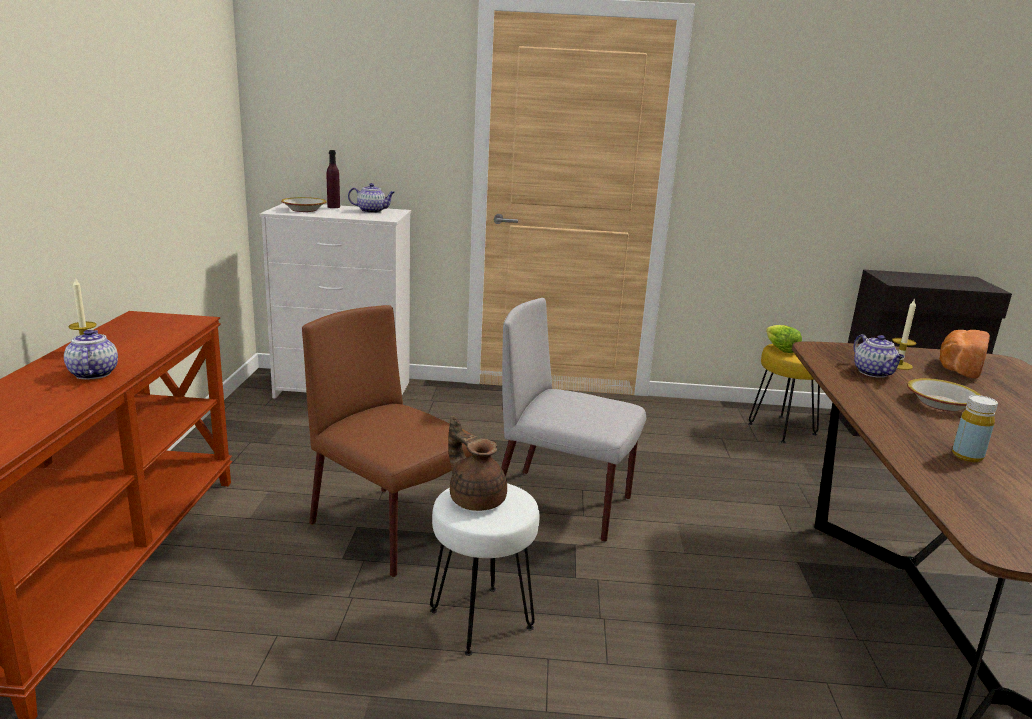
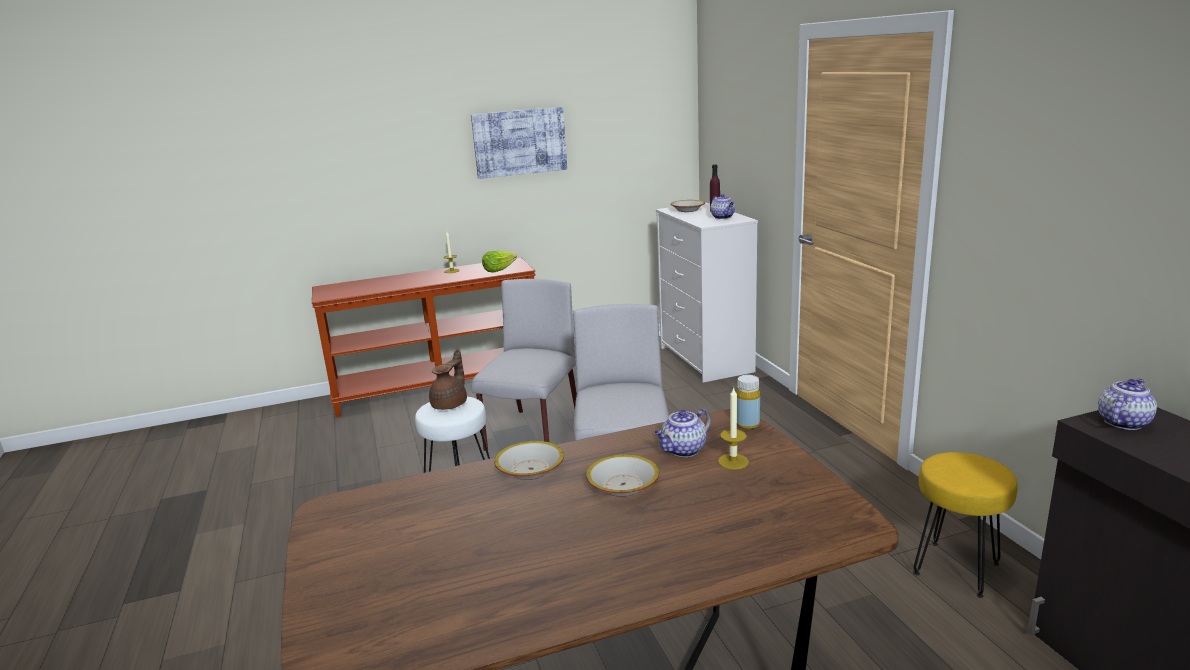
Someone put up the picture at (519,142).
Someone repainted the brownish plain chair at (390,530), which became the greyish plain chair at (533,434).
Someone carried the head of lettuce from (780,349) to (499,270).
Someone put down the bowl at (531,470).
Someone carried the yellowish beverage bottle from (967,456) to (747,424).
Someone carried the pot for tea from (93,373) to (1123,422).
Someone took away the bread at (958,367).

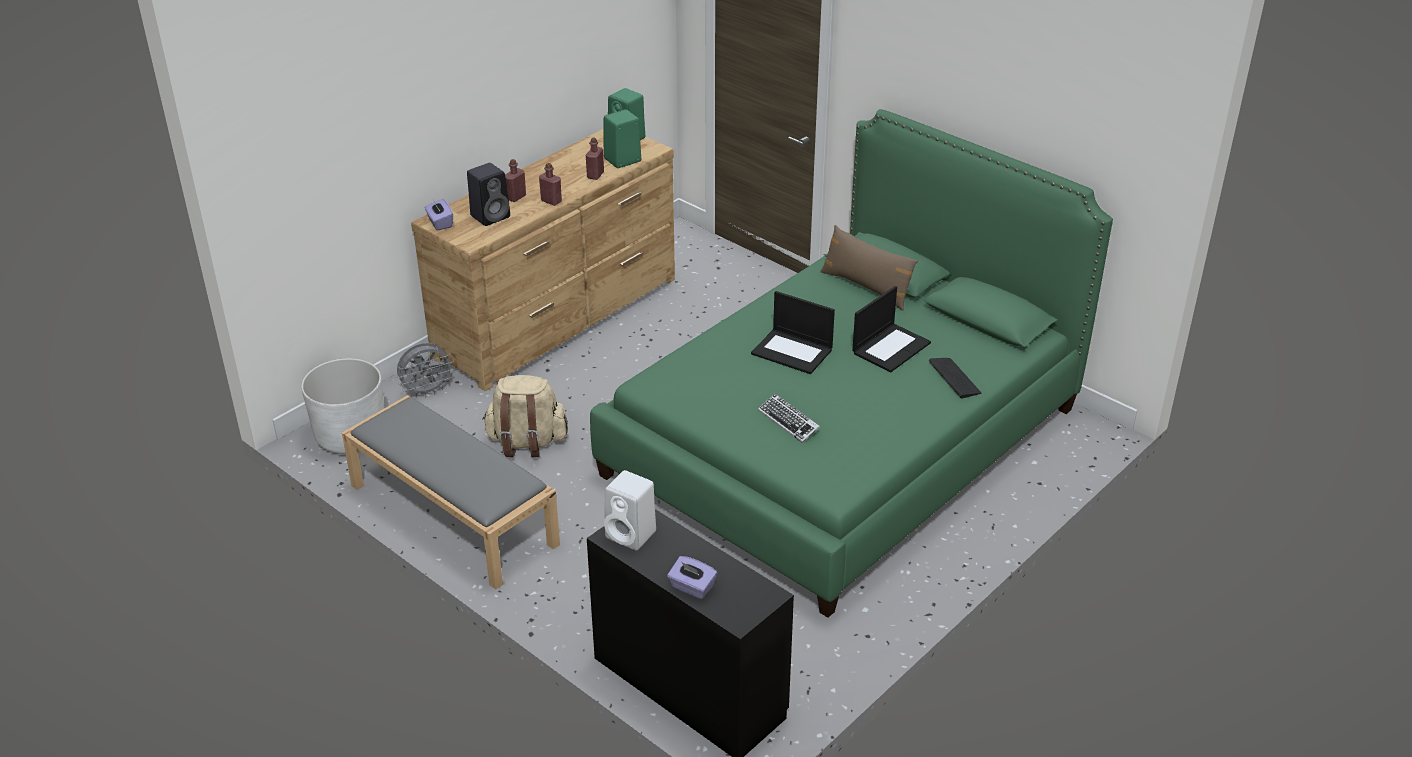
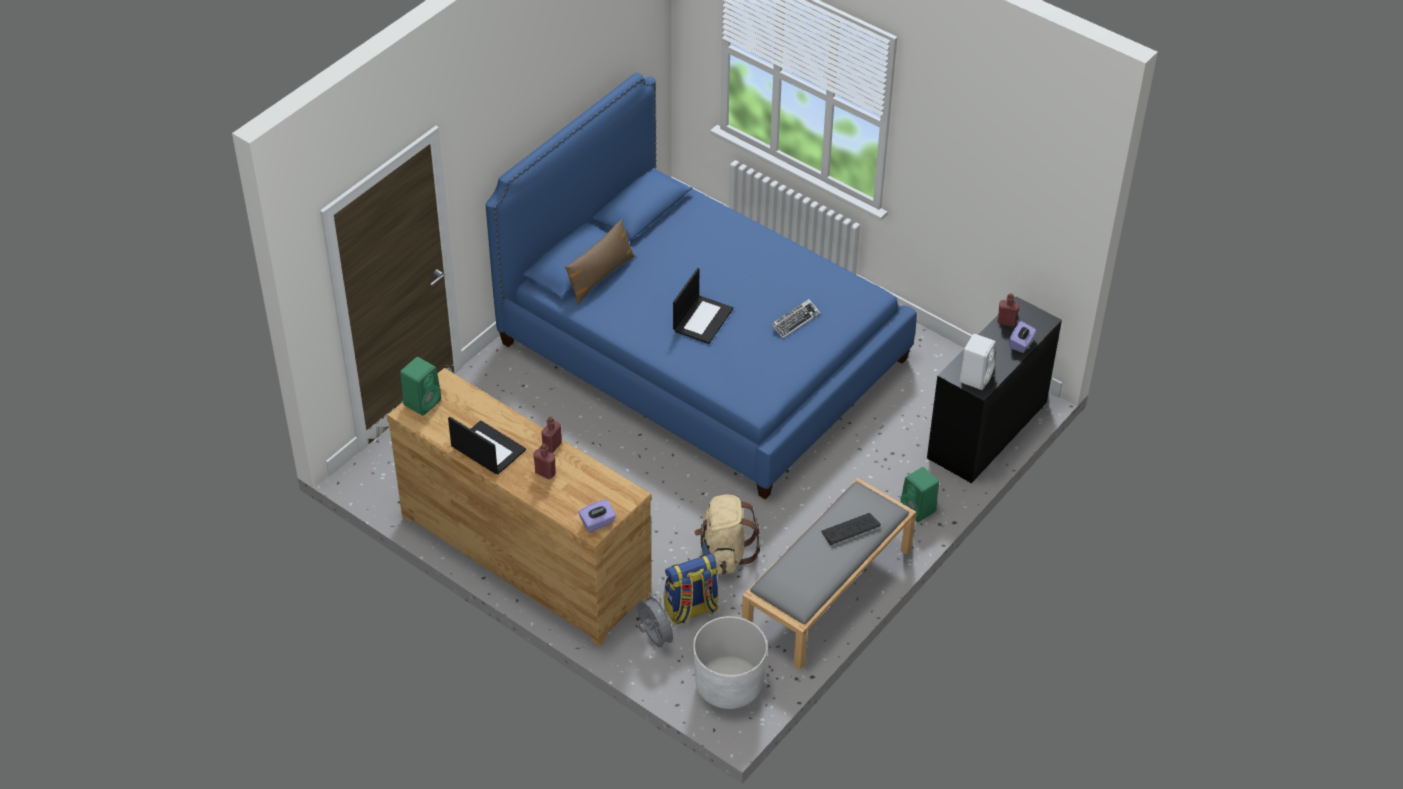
Someone carried the portable computer from (891,347) to (487,449).
Someone repainted the greenish bedroom bed at (842,440), which became the blue bedroom bed at (702,351).
Someone put down the backpack at (691,610).
Someone carried the PC keyboard from (954,378) to (850,529).
Someone carried the greenish speaker from (621,160) to (919,510).
Someone carried the red-coloured beverage bottle from (595,175) to (1006,322).
Someone took away the black speaker at (491,216).

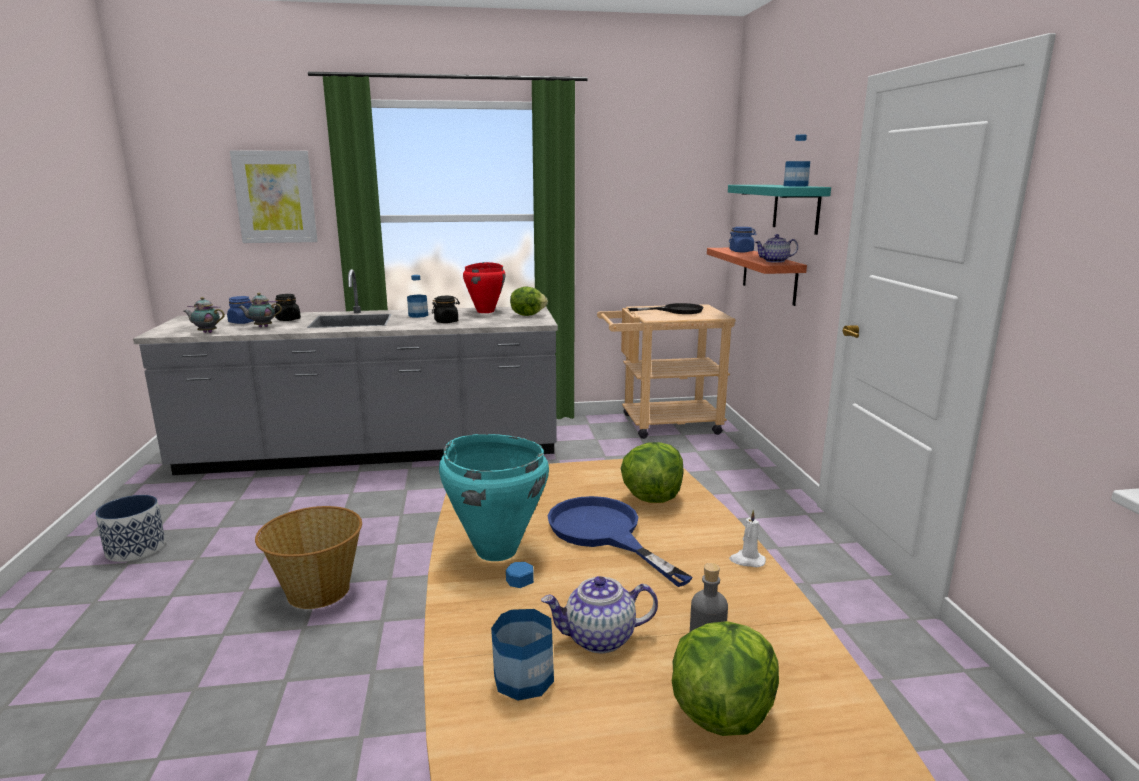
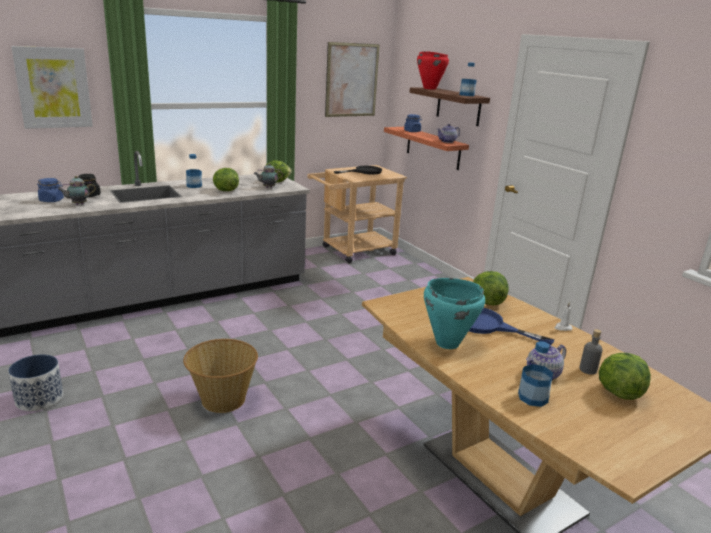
Someone swapped the black preserve jar at (446,321) for the head of lettuce at (225,190).
Someone carried the pot for tea from (206,332) to (268,187).
Someone put up the picture at (352,80).
Someone repainted the blue-green bracket shelf at (796,208), which became the brownish bracket shelf at (458,106).
Someone carried the red-coloured saucepot from (486,311) to (429,88).

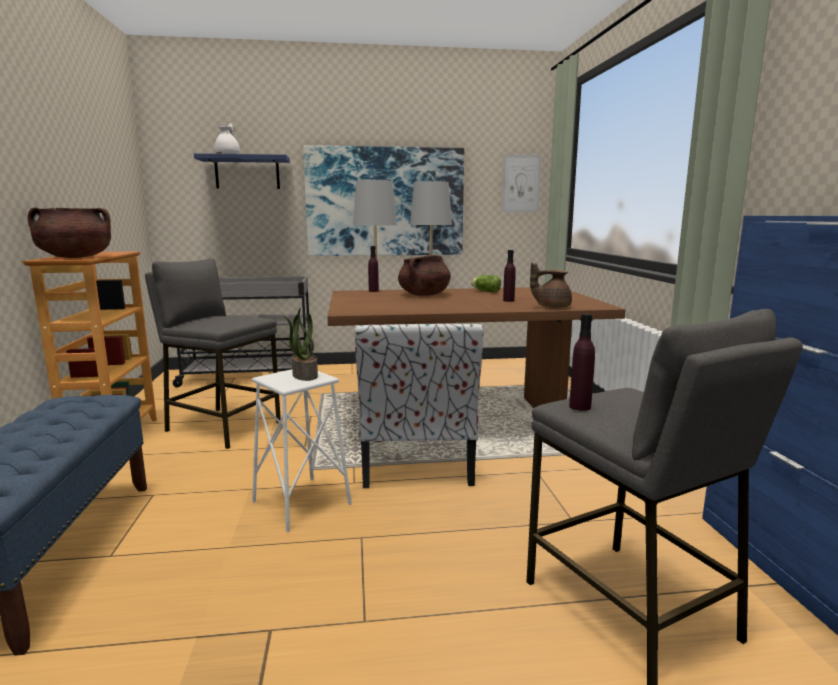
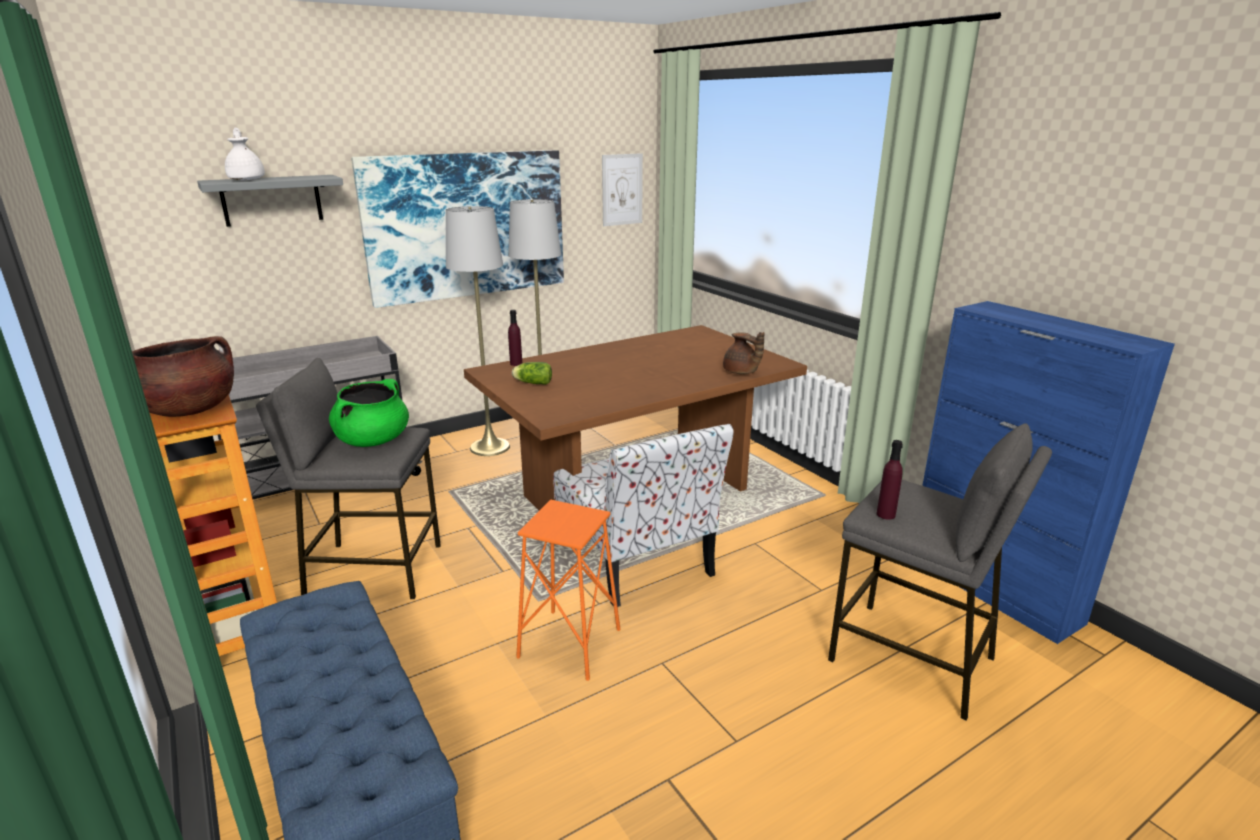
Someone repainted the blue bracket shelf at (247,173), which became the greyish bracket shelf at (272,200).
Someone put down the greenish saucepot at (373,440).
Someone carried the head of lettuce from (485,291) to (532,383).
Someone repainted the white-coloured stool seat at (301,503), which became the orange-coloured stool seat at (569,644).
Someone rotated the brownish pot for tea at (551,307) by 105 degrees counterclockwise.
Someone took away the houseplant at (304,375).
Someone took away the brownish saucepot at (424,295).
Someone took away the purplish beverage bottle at (508,300).

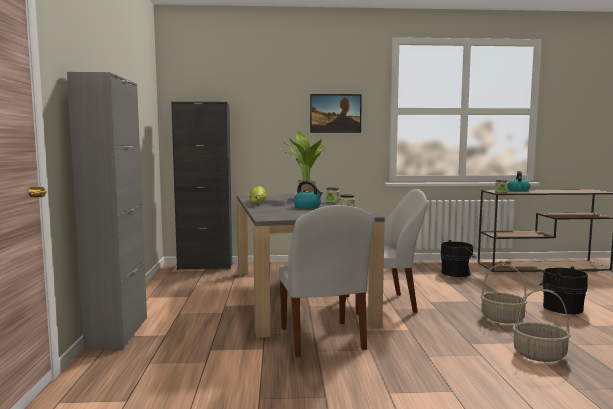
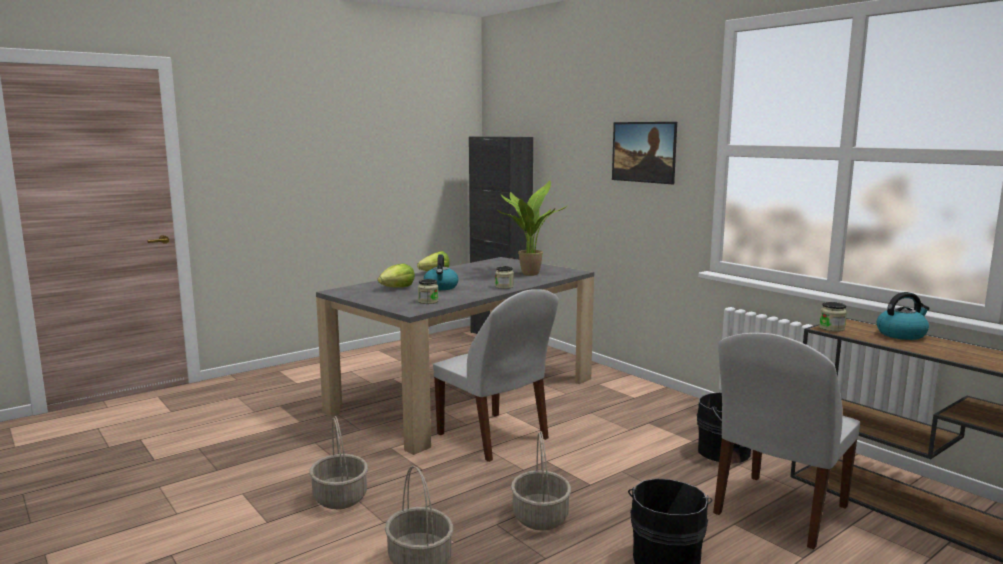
Someone put down the storage basket at (340,498).
Someone put down the head of lettuce at (397,288).
Someone carried the white-coloured plain chair from (322,340) to (778,512).
Someone took away the greyish cupboard at (118,333).

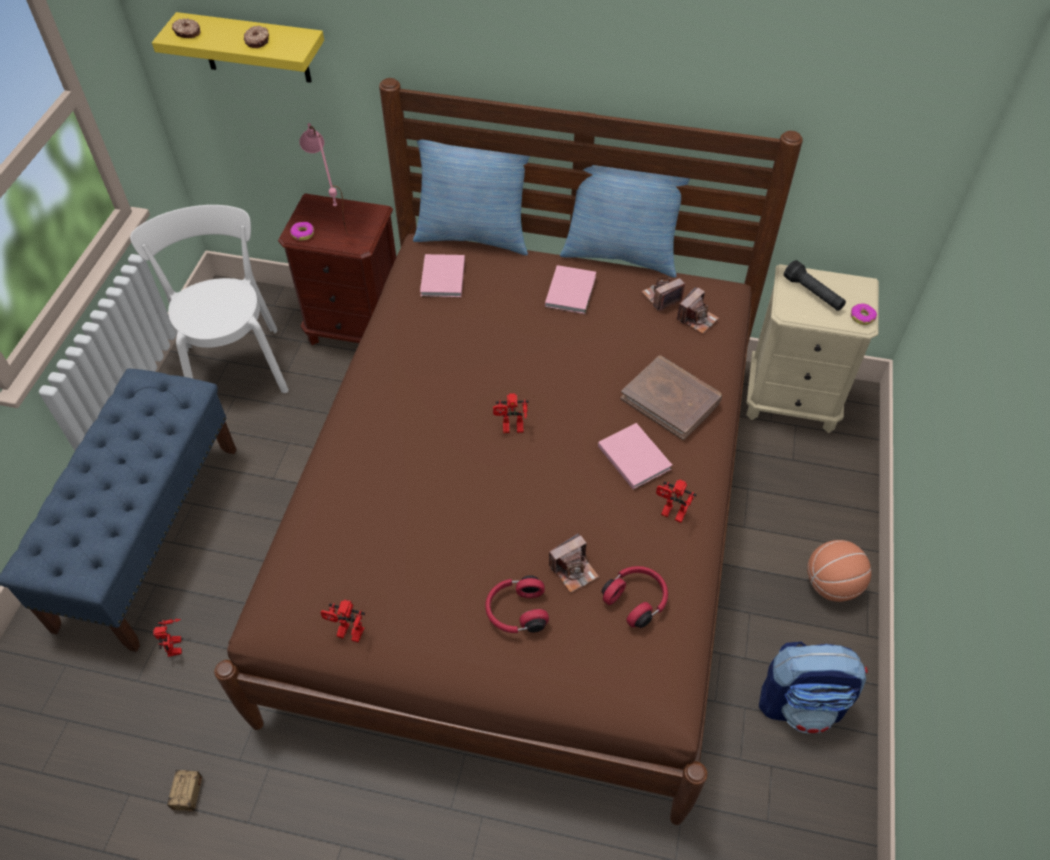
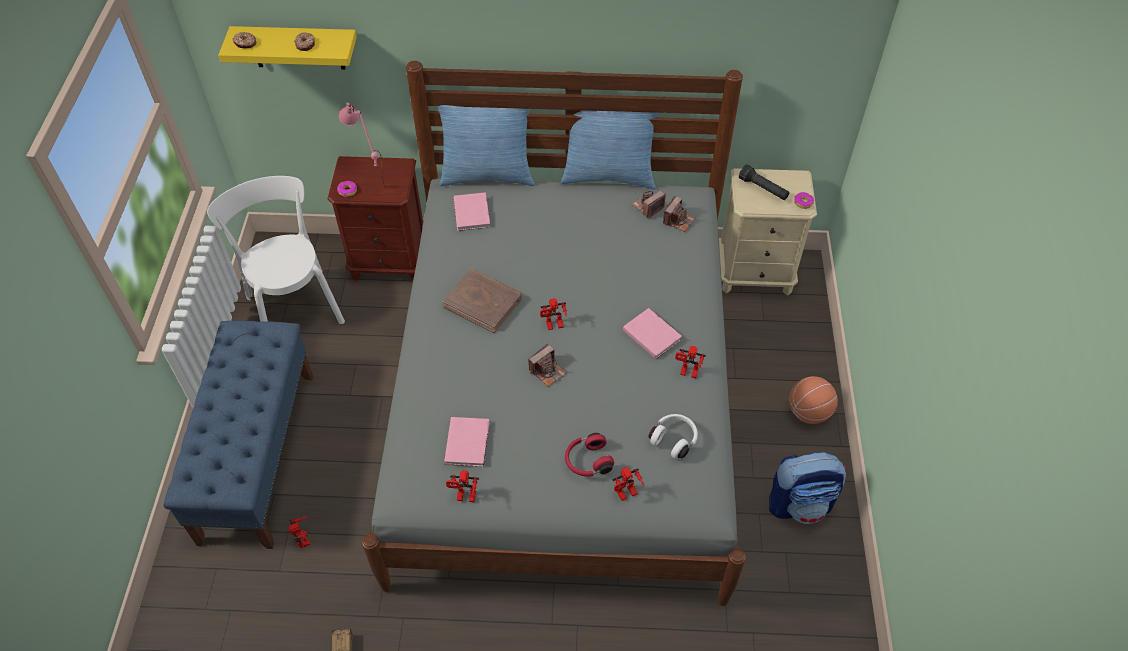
Someone repainted the brownish bedroom bed at (524,526), which became the greyish bedroom bed at (563,403).
Someone carried the brownish volume from (671,399) to (483,302).
Someone carried the pink volume from (572,290) to (468,441).
Someone carried the still camera from (573,570) to (547,371).
Someone put down the model robot at (626,495).
Someone repainted the red-coloured pair of headphones at (636,600), which became the white-coloured pair of headphones at (674,439).

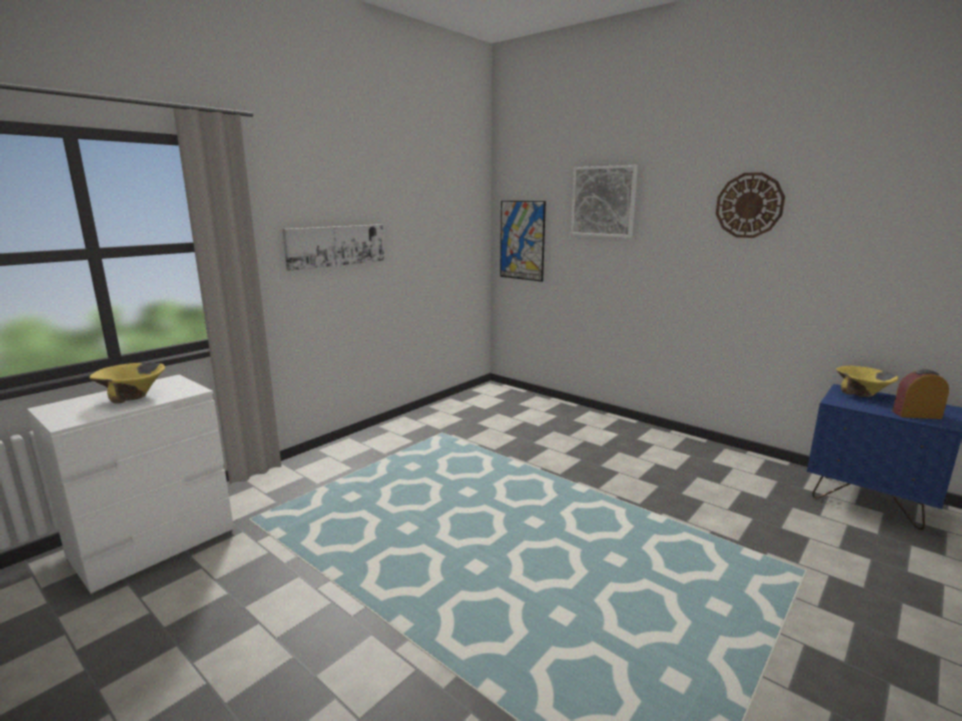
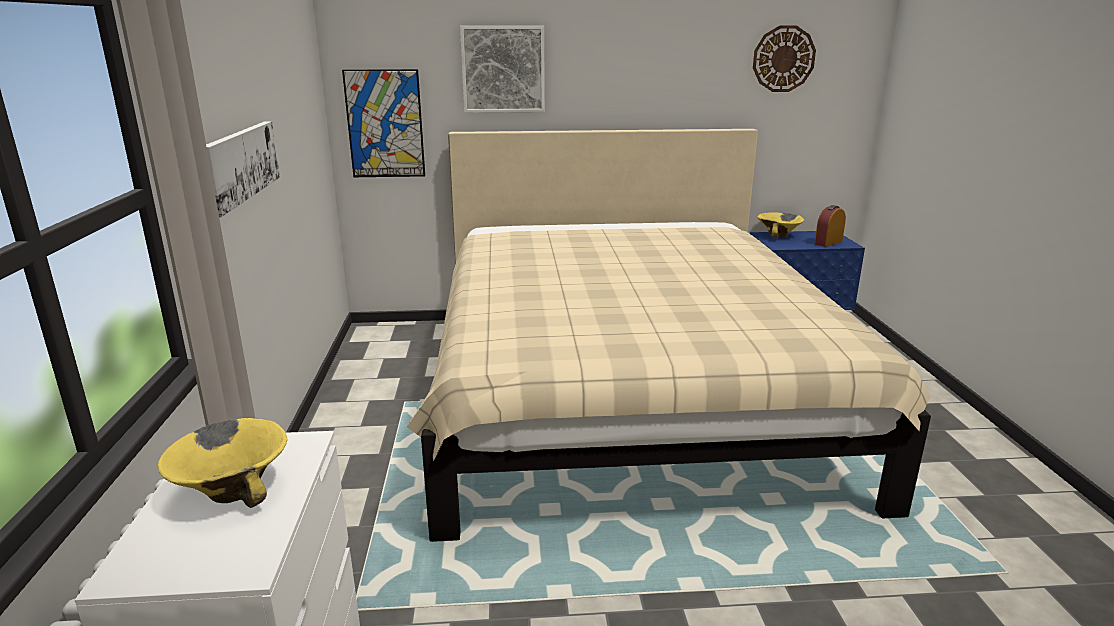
Someone put down the beige bedroom bed at (625,396).
Someone carried the clock on the wall from (749,205) to (783,59).

